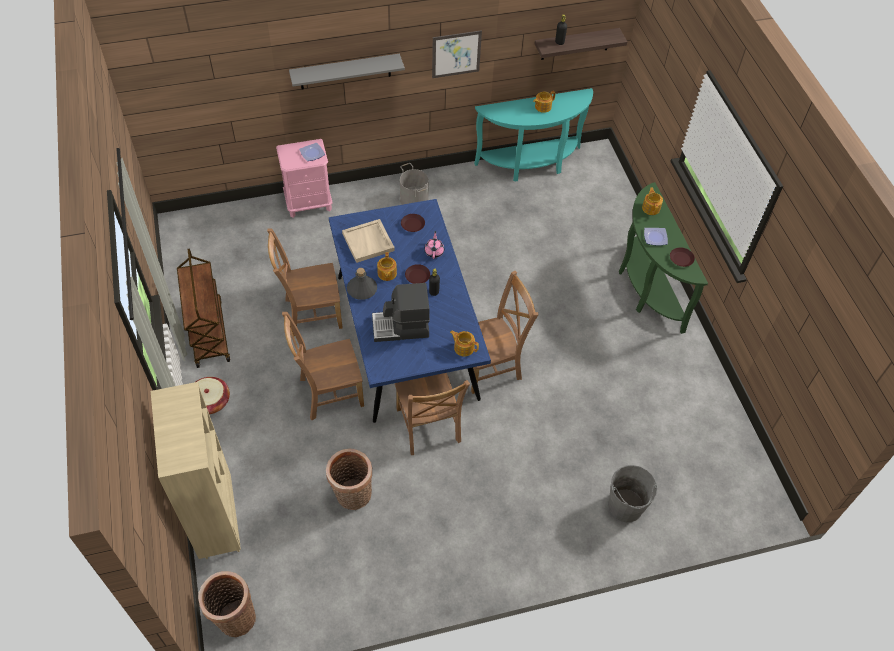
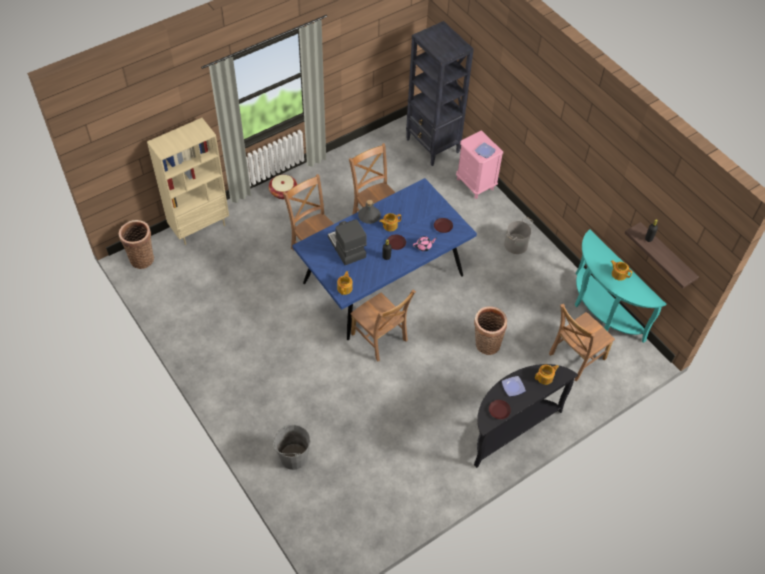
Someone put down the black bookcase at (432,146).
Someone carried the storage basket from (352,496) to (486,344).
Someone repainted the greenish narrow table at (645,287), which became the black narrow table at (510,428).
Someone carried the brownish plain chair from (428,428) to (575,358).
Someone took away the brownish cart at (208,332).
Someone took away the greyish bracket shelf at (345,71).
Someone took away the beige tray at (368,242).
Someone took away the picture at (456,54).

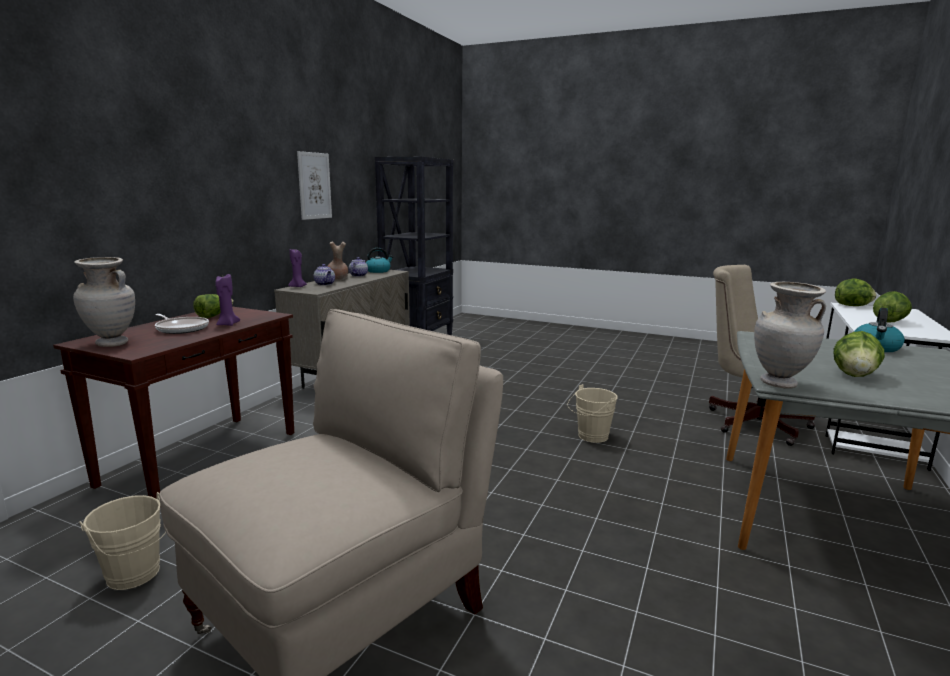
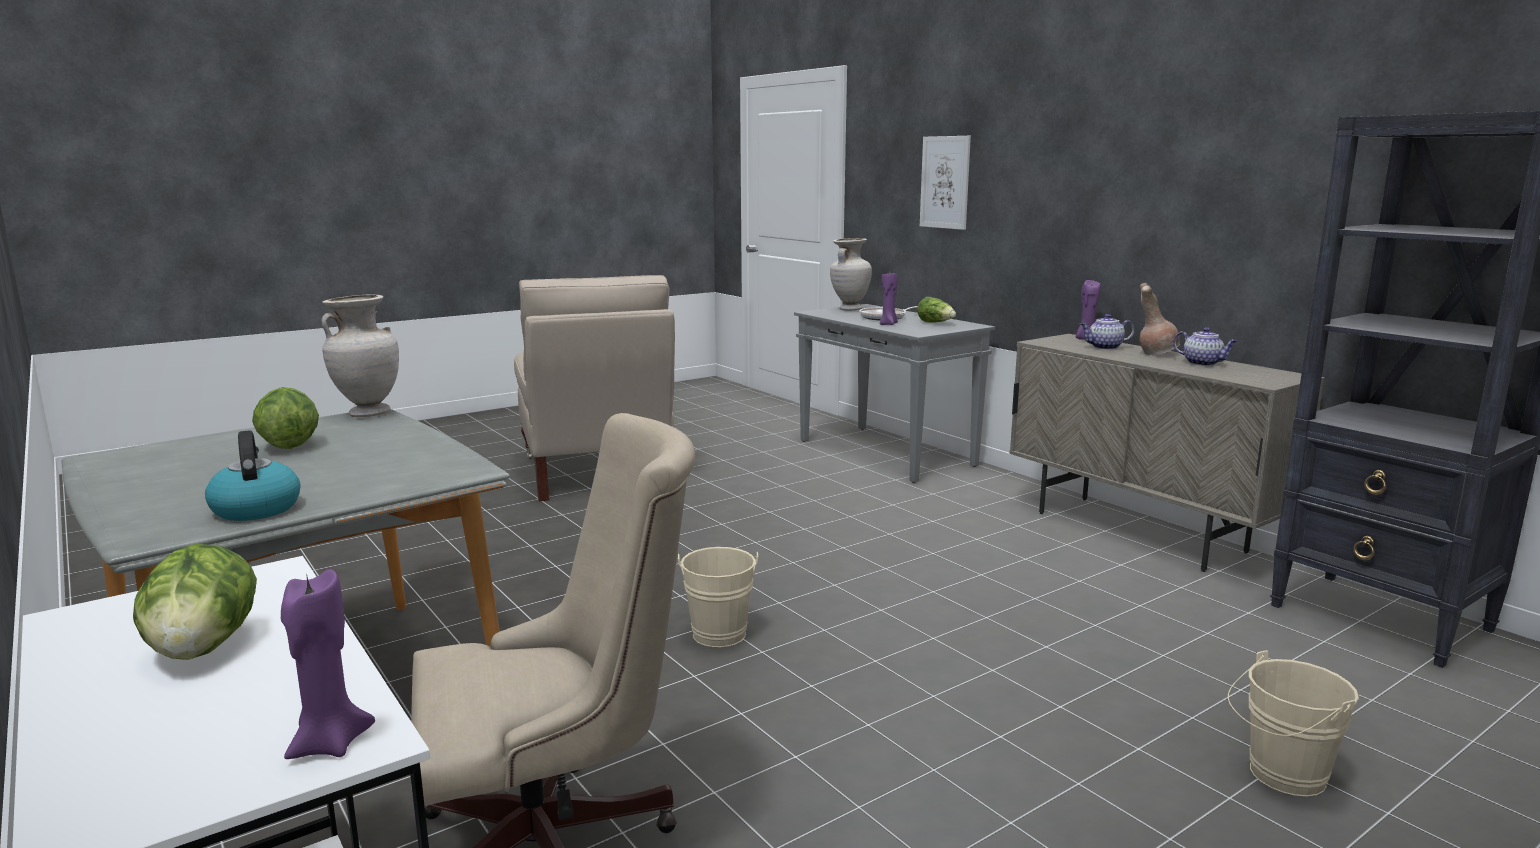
Someone swapped the head of lettuce at (853,306) for the purplish wax candle at (329,744).
Someone repainted the brownish narrow table at (203,457), which became the greyish narrow table at (887,453).
Someone carried the picture from (314,186) to (945,182).
Someone carried the beige water bucket from (135,576) to (1280,776).
Someone took away the tea kettle at (378,271).

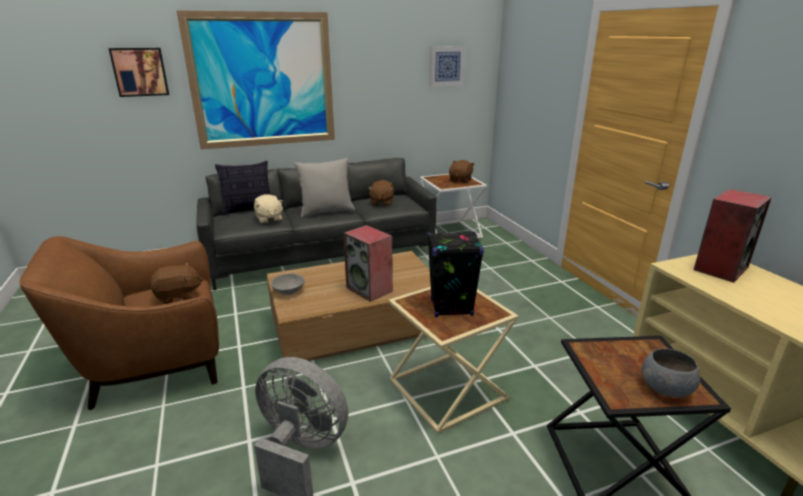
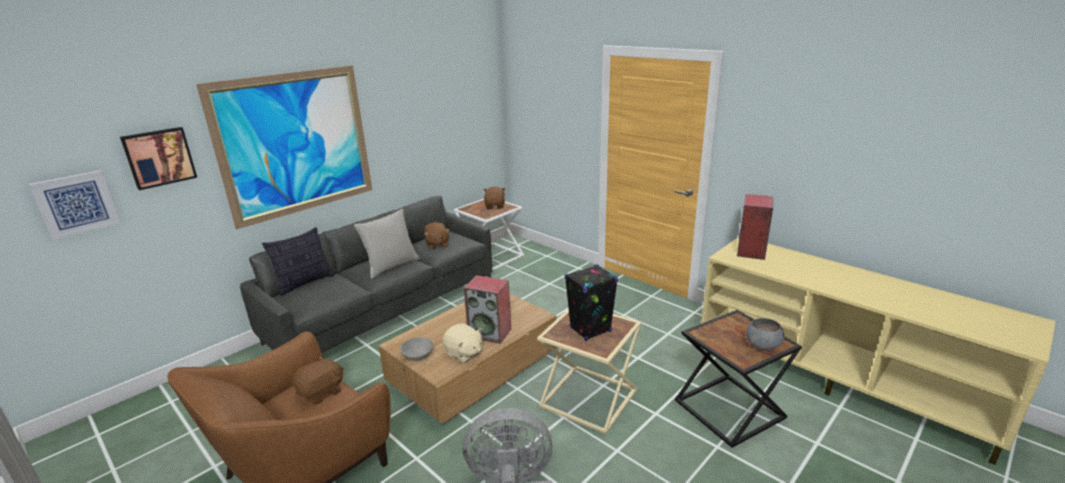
Someone carried the picture from (446,66) to (76,204).
Someone carried the beige cuddly toy from (269,219) to (464,353).

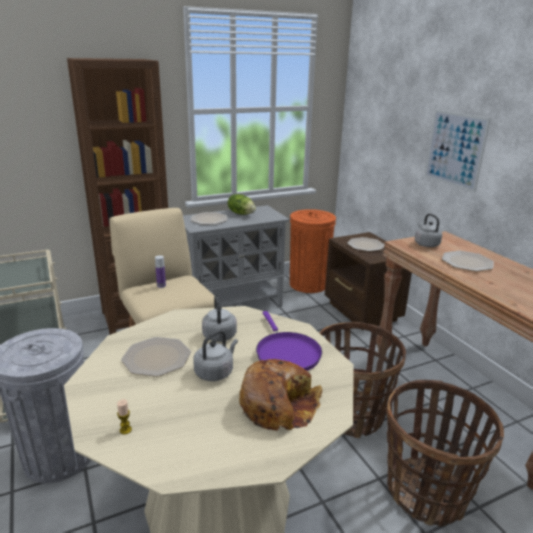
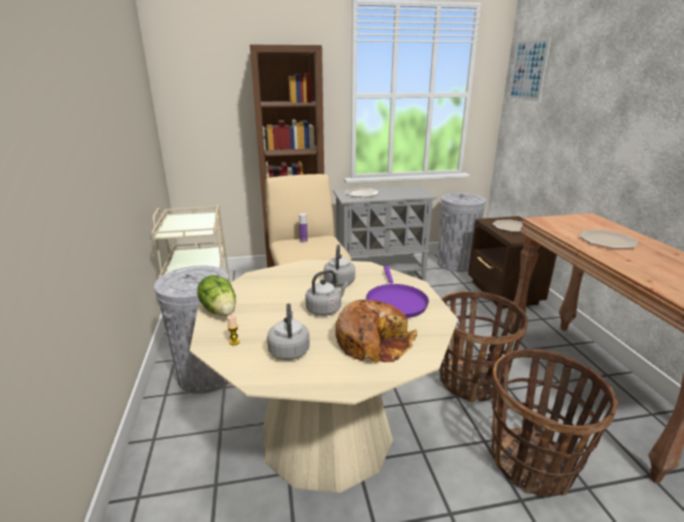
Someone carried the head of lettuce from (241,213) to (220,310).
Someone carried the greyish tea kettle from (425,244) to (289,350).
Someone repainted the orange-coloured waste bin at (308,284), which became the greyish waste bin at (455,264).
Someone carried the picture from (455,149) to (528,70).
Someone took away the flat dish at (157,358).

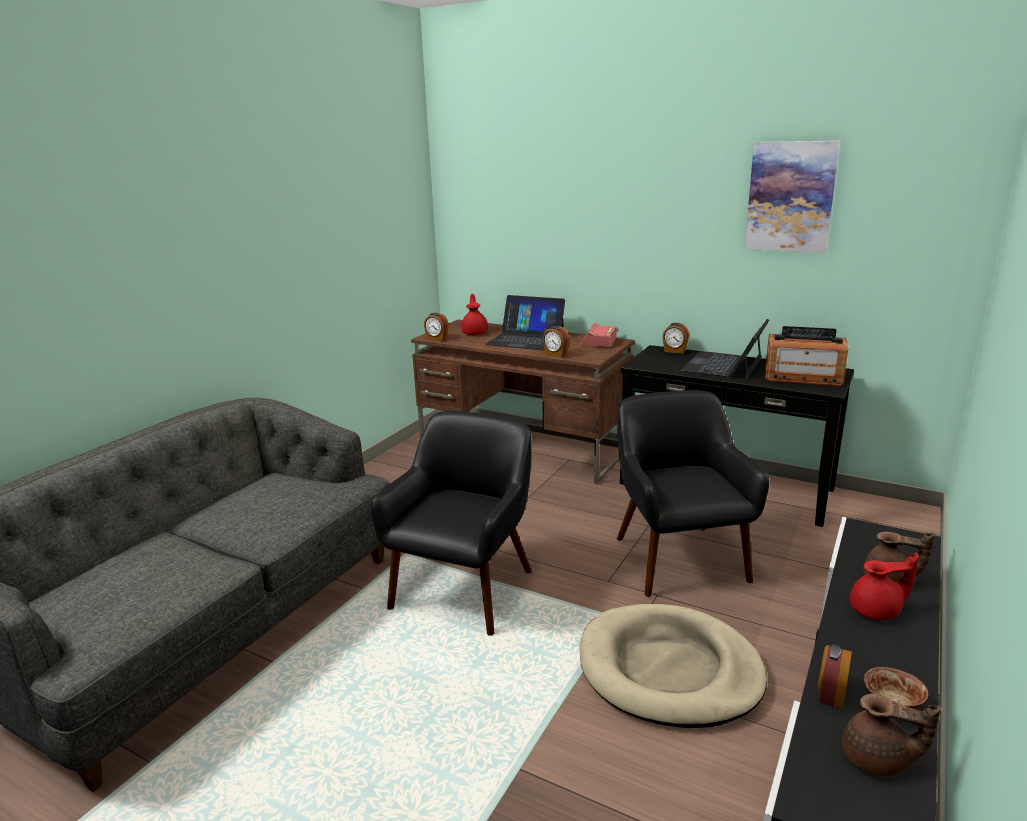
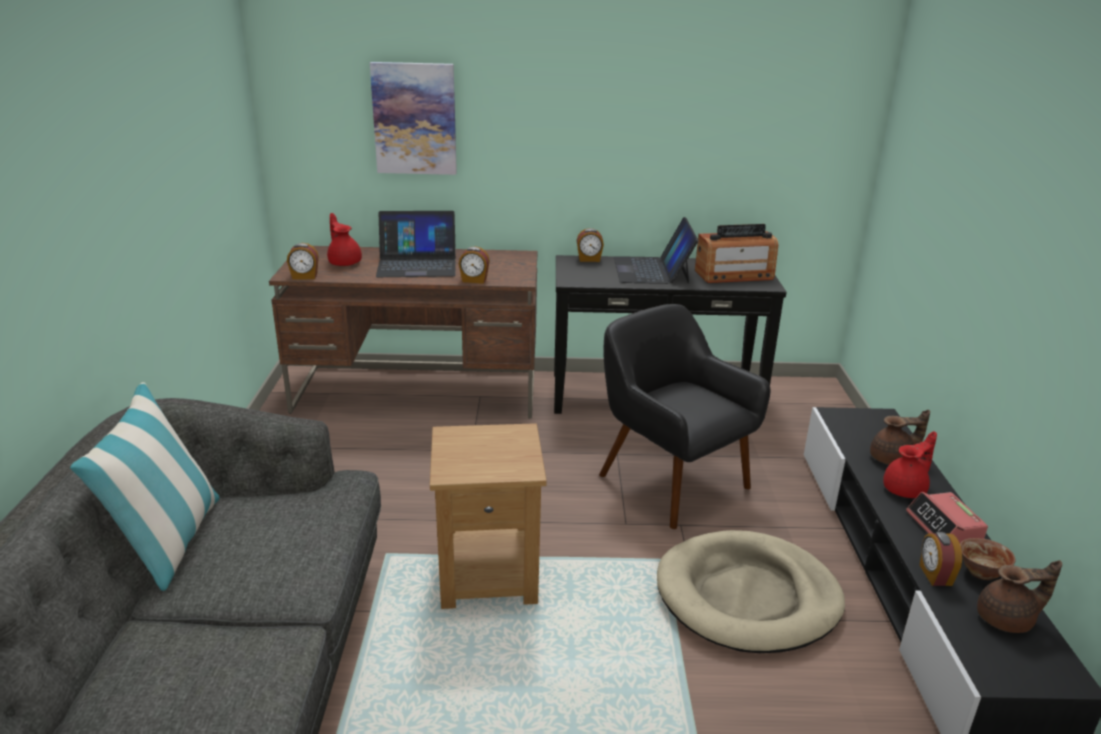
Someone put down the throw pillow at (170,543).
Someone carried the picture from (790,196) to (414,119).
Someone swapped the black easy chair at (465,589) for the brownish side table at (489,575).
Someone carried the alarm clock from (598,342) to (944,527).

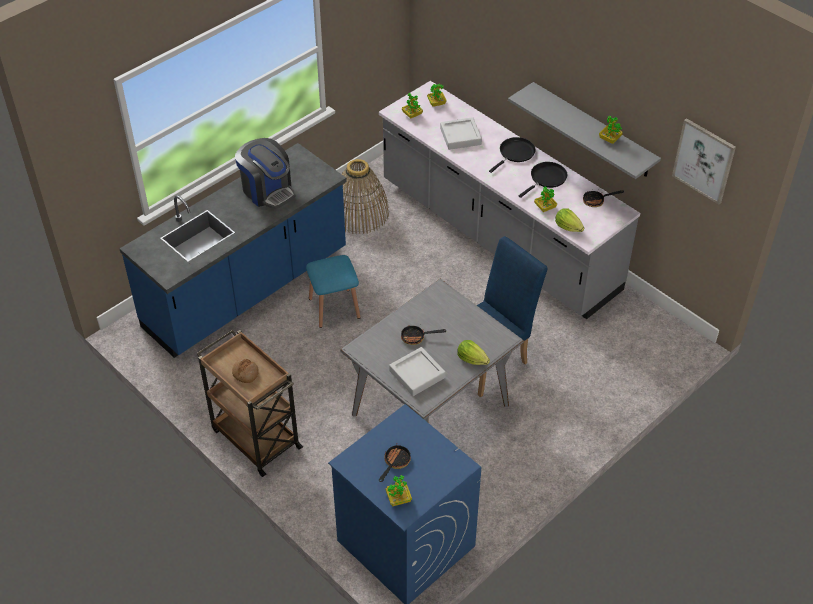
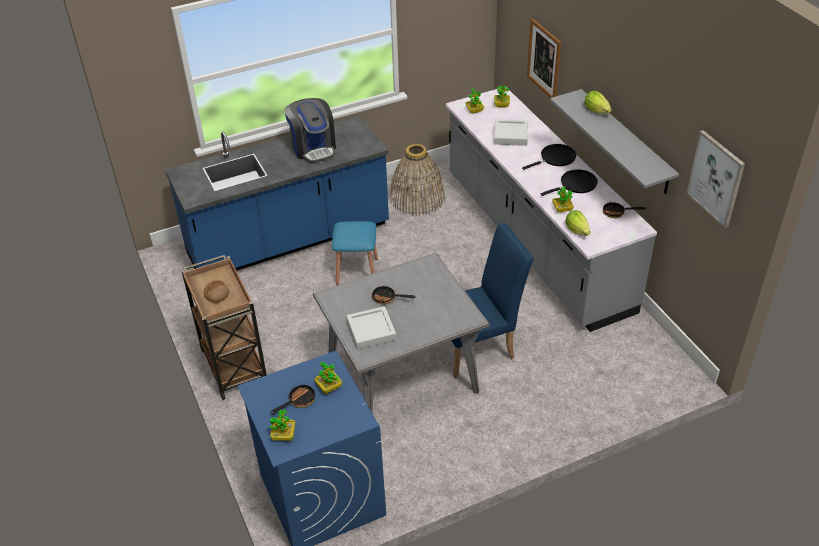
Someone carried the houseplant from (609,139) to (329,387).
Someone put up the picture at (544,59).
Someone carried the head of lettuce from (472,359) to (596,110).

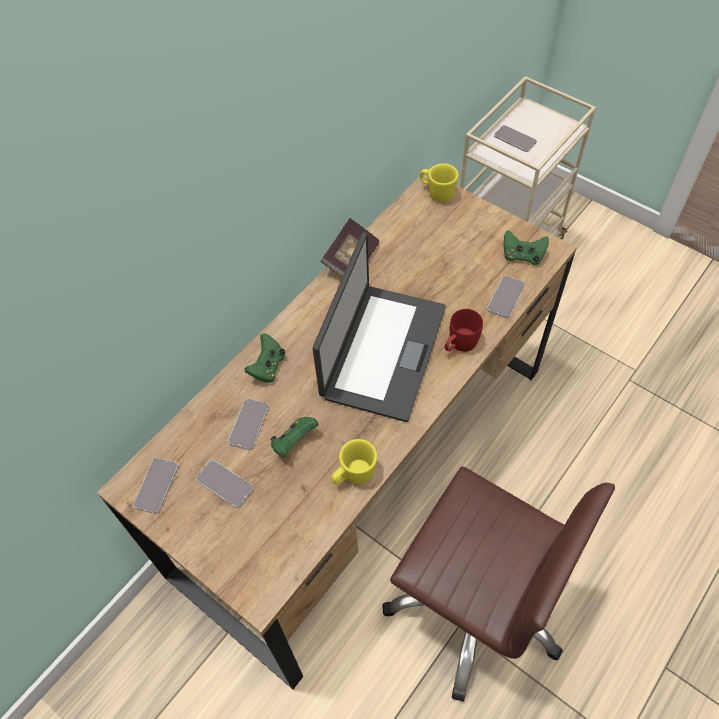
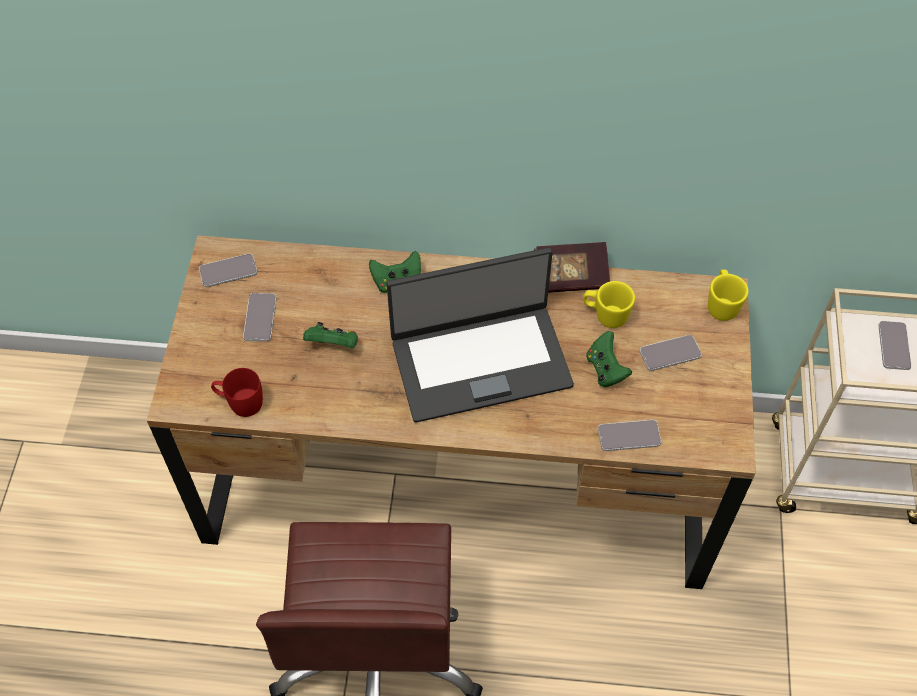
Someone carried the red-coloured mug from (459,344) to (240,402).
Someone carried the yellowish mug from (353,475) to (605,315).
Someone carried the greenish joypad from (522,256) to (605,369).
Someone carried the telephone from (249,424) to (670,353).

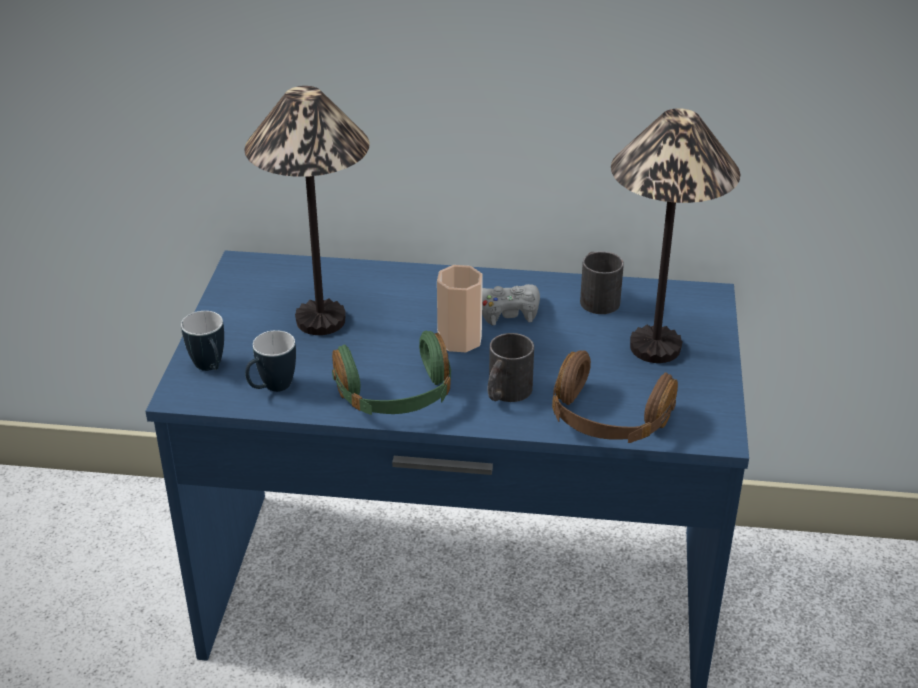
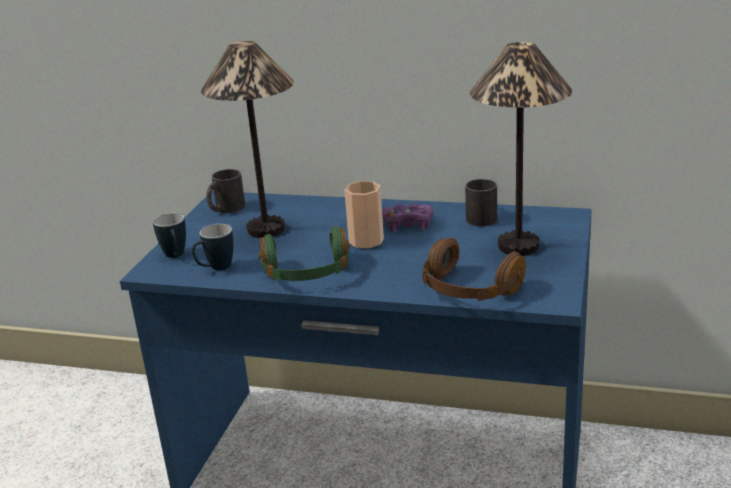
Someone carried the black mug from (505,393) to (226,209).
Someone repainted the greyish joypad at (507,311), which became the purplish joypad at (408,224).

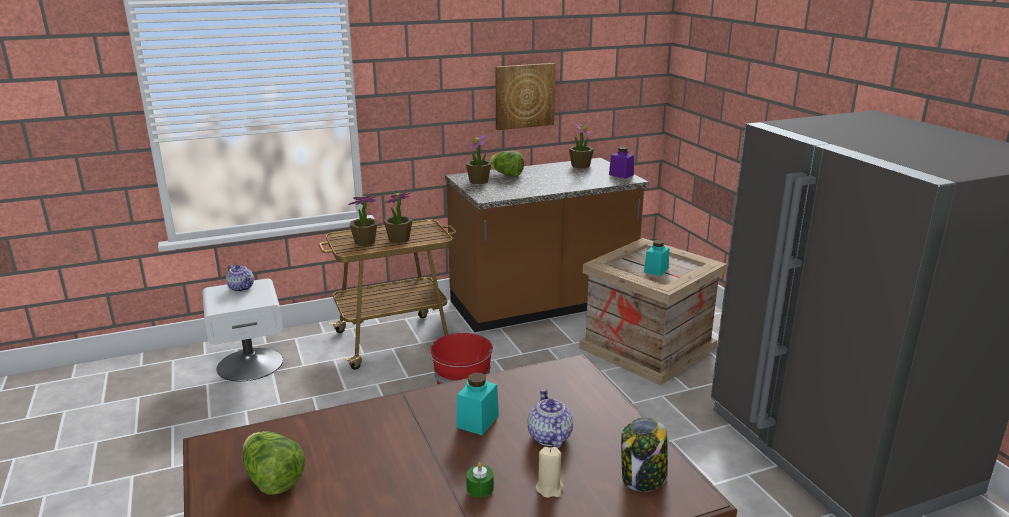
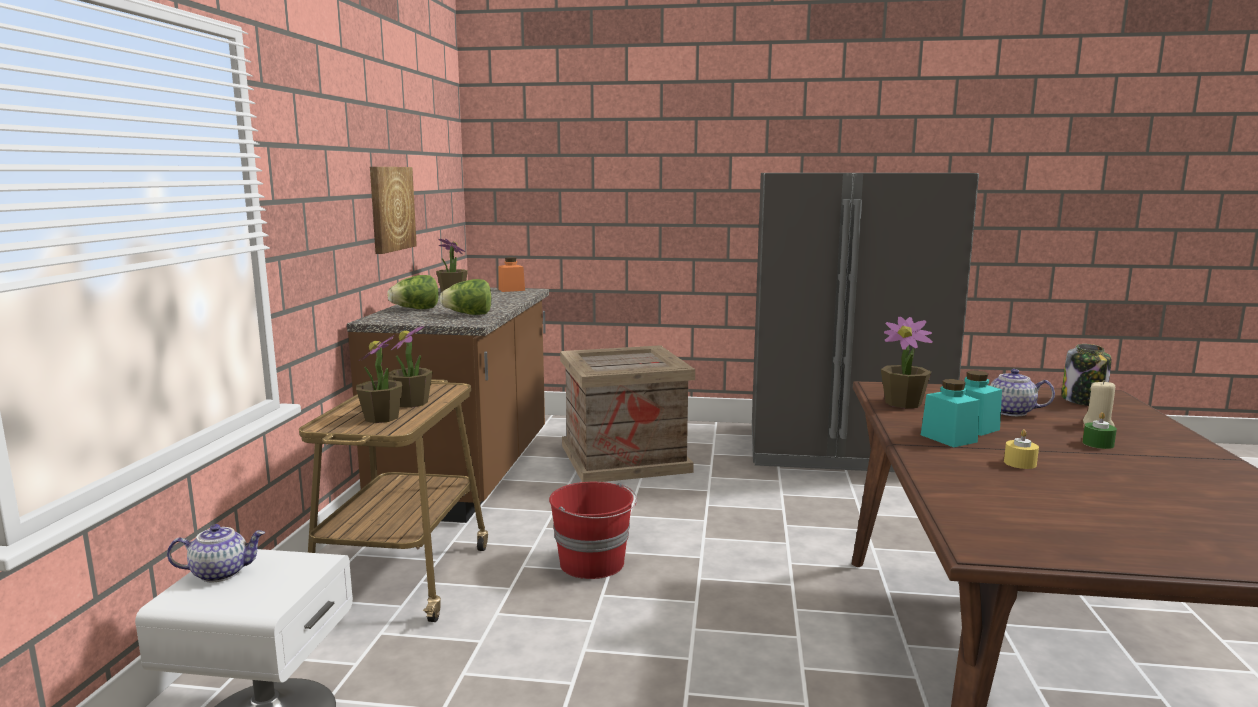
Someone carried the head of lettuce from (272,480) to (469,314).
Someone repainted the purplish preserve jar at (621,175), which became the orange-coloured preserve jar at (511,290).
Someone carried the houseplant from (479,181) to (903,403).
Someone carried the blue-green preserve jar from (656,270) to (948,438).
Someone put down the yellowish wax candle at (1020,463).

